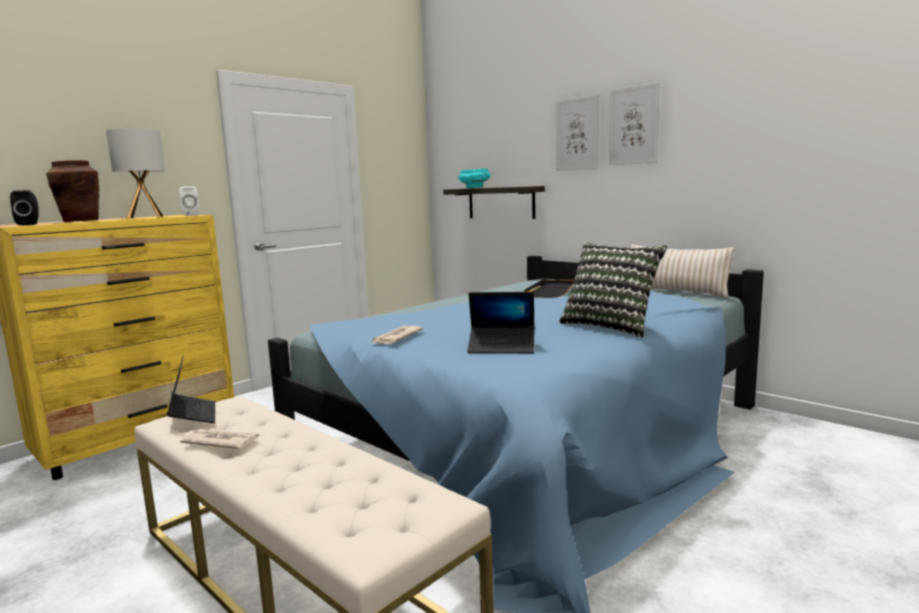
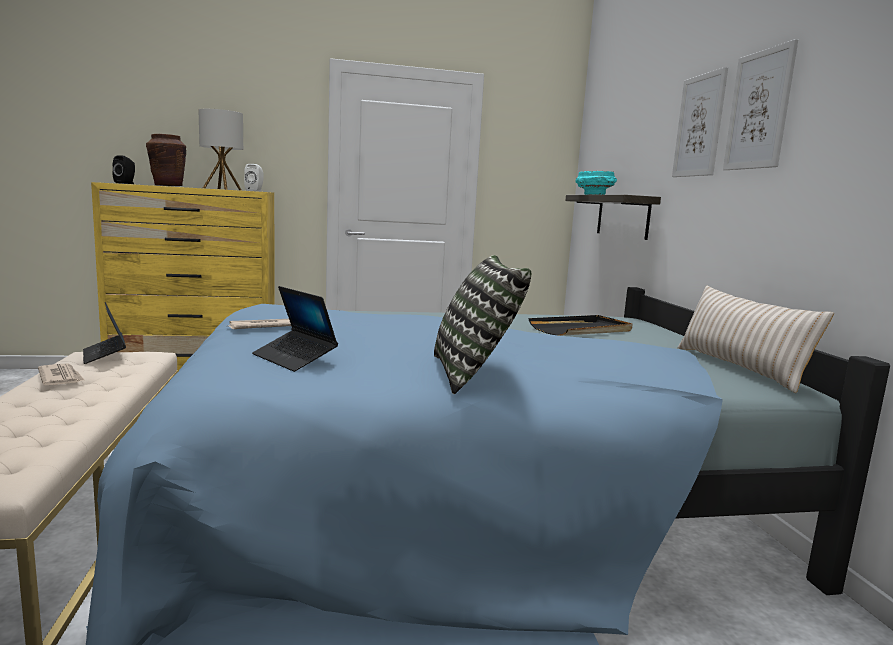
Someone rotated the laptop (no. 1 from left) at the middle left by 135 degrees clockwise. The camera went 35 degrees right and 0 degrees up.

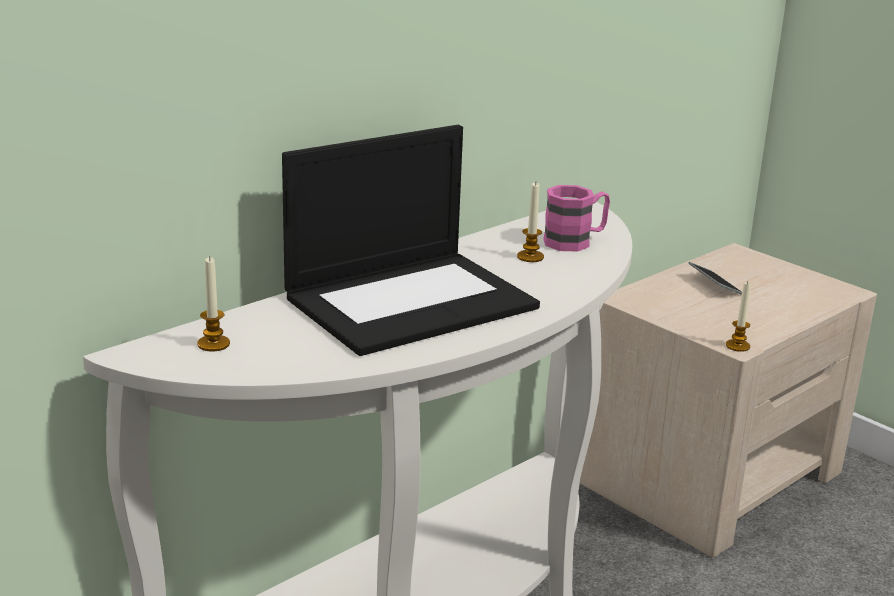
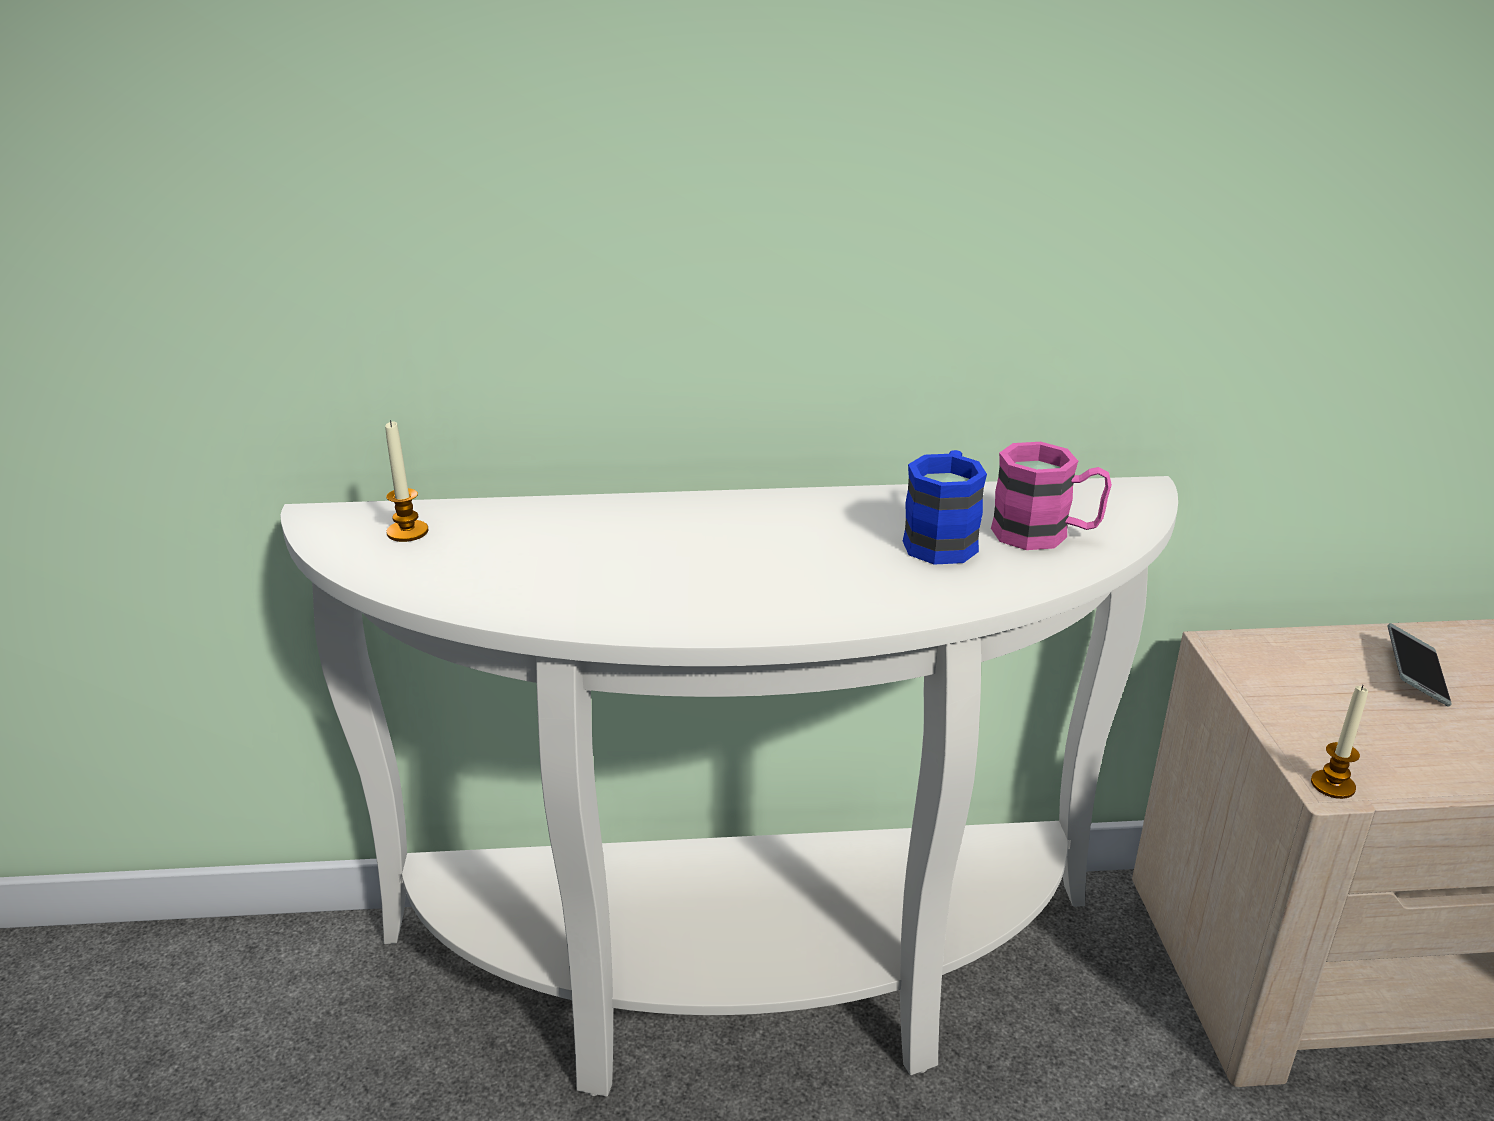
Someone took away the laptop at the centre. Someone swapped the candle (no. 2 from left) at the centre for the mug (blue) at the centre. The camera went 40 degrees right and 5 degrees up.

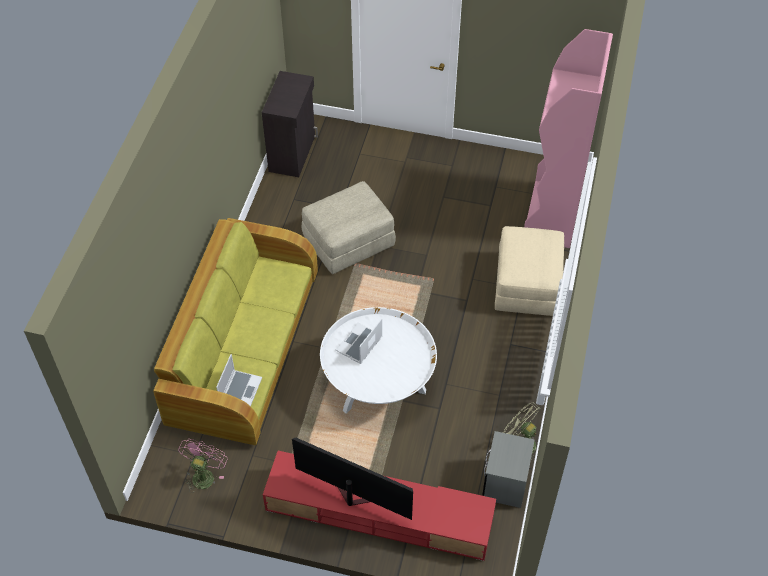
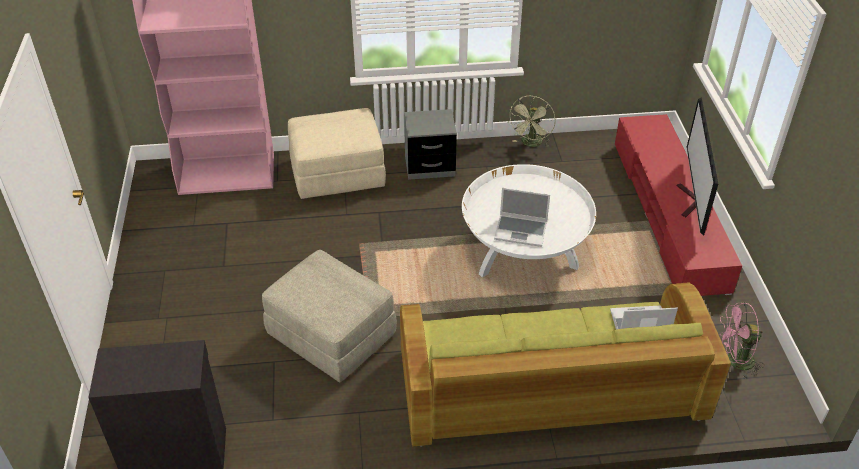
Someone carried the nightstand (grey) from the bottom centre to the top centre. The camera went 110 degrees left and 10 degrees down.

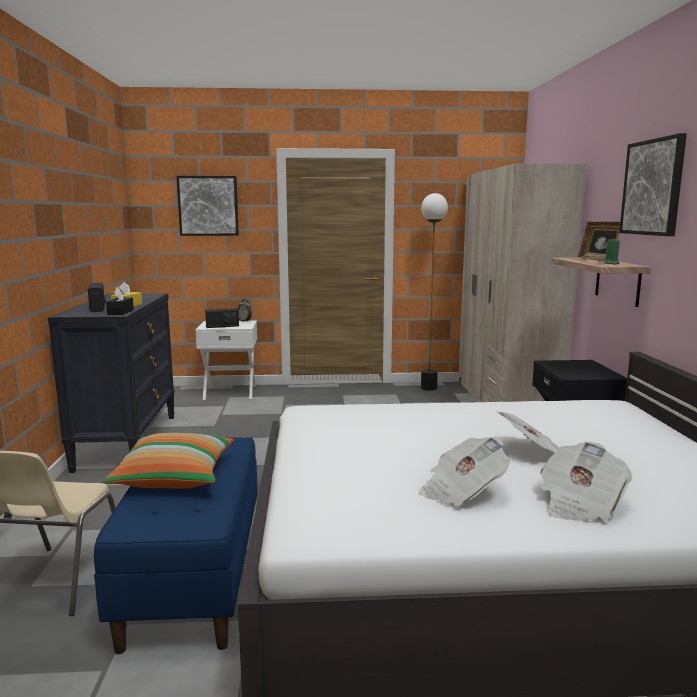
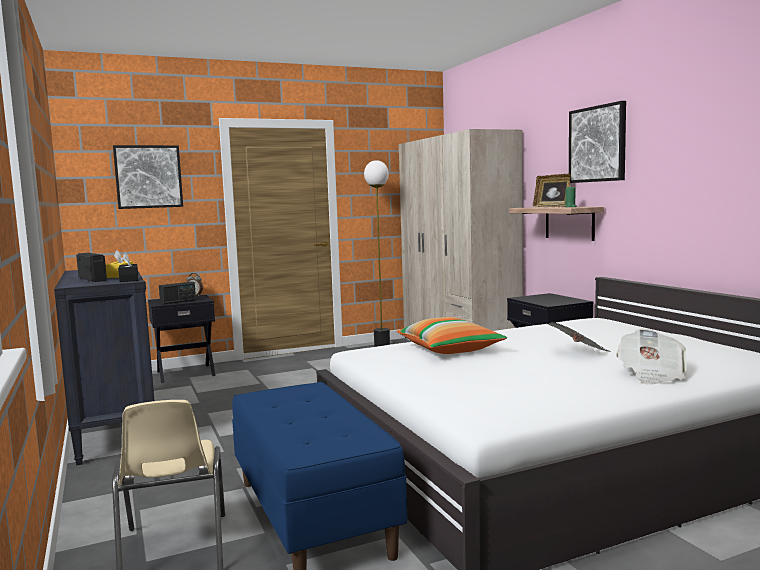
Someone took away the newspaper (no. 1 from left) at the bottom centre. Someone carried the pillow from the middle left to the centre. Someone repainted the nightstand (white) at the middle left, which became the nightstand (black) (no. 1 from left) at the middle left. The camera went 20 degrees left and 5 degrees down.

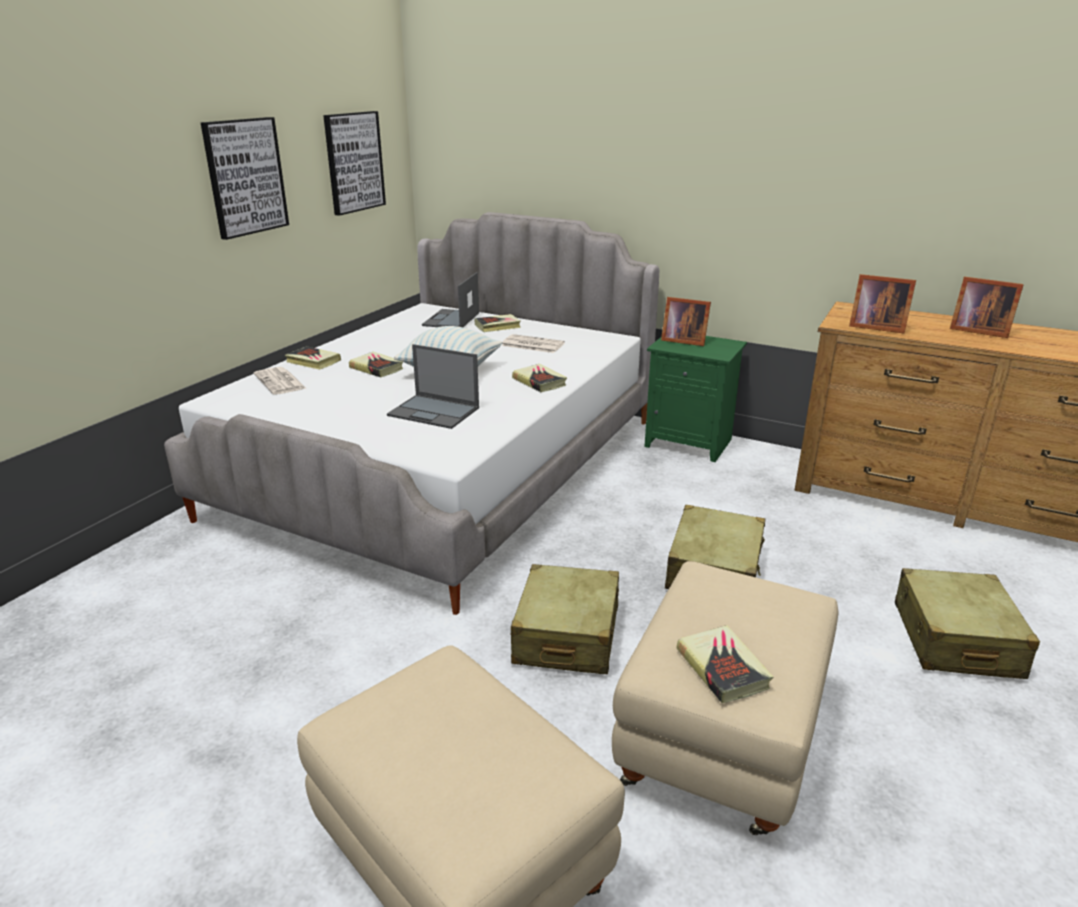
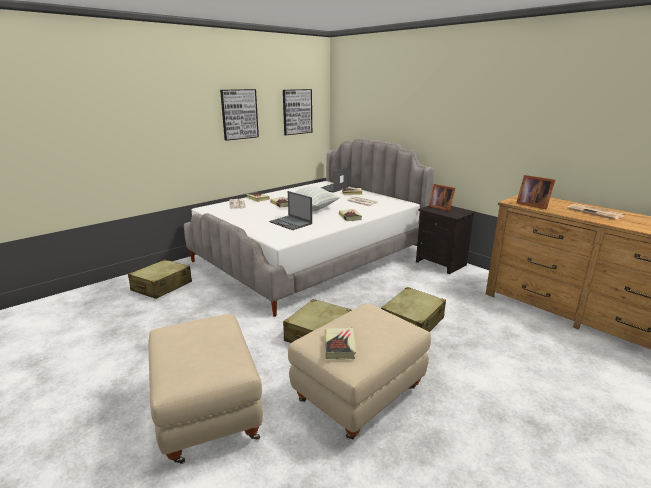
Someone carried the suitcase (beige) (no. 3 from left in the first image) from the bottom right to the middle left. Someone swapped the picture frame (no. 3 from left) at the middle right for the newspaper (no. 3 from left) at the middle right. Someone repainted the nightstand (green) at the centre, which became the nightstand (black) at the middle right. The camera went 20 degrees right and 5 degrees down.

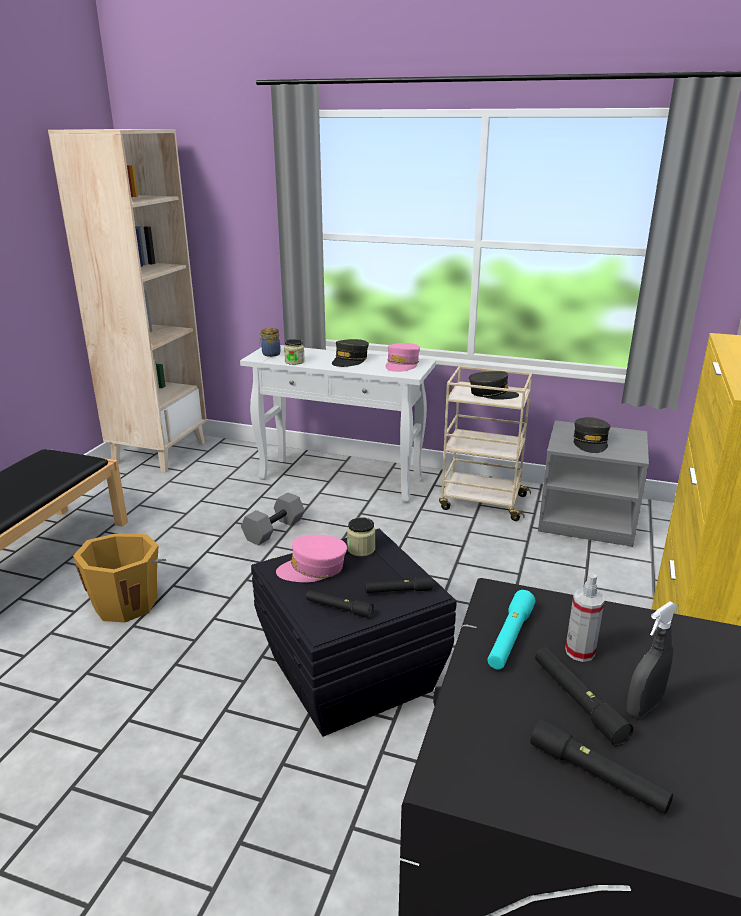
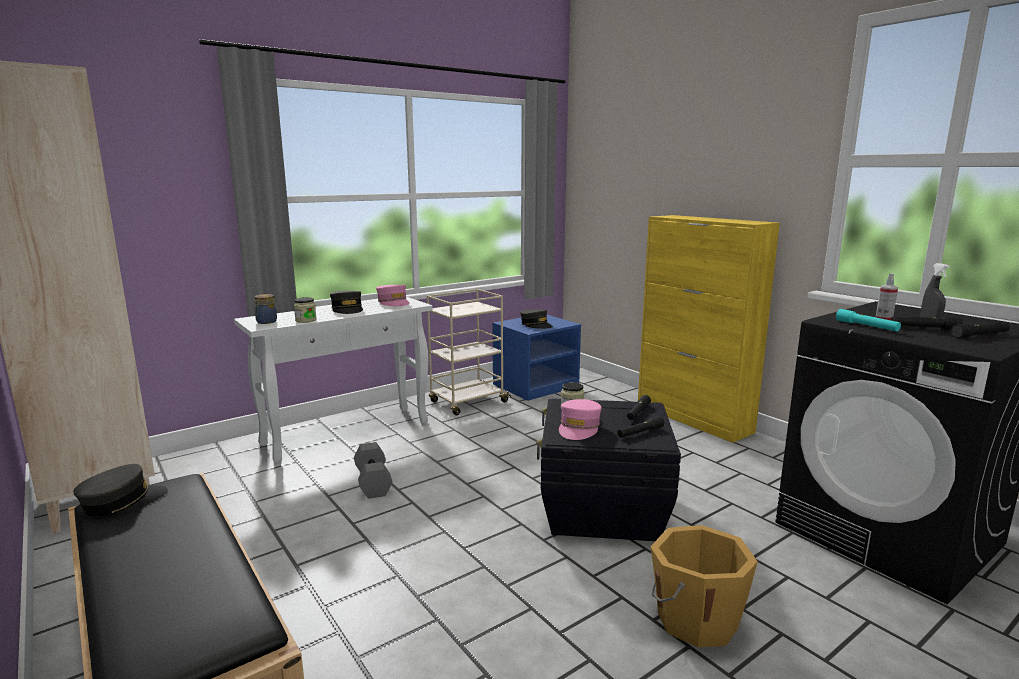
Someone carried the bucket (orange) from the middle left to the bottom right. Someone carried the cap (grey) (no. 2 from left in the first image) from the middle right to the bottom left. Someone repainted the nightstand (grey) at the middle right, which became the nightstand (blue) at the centre. The camera went 55 degrees left and 10 degrees down.

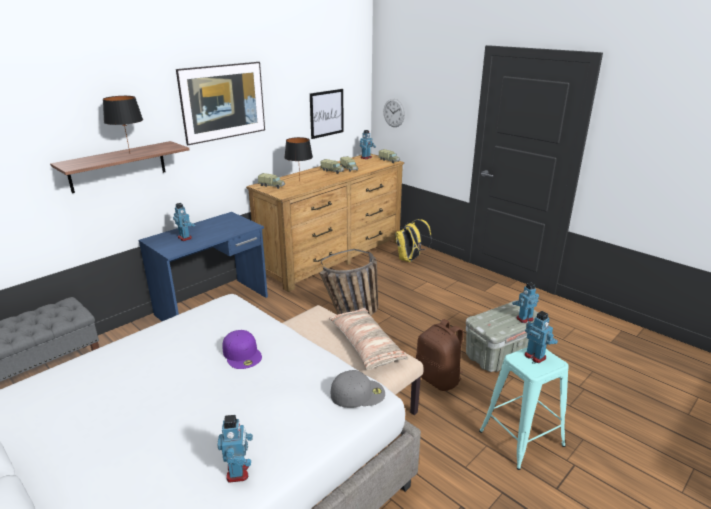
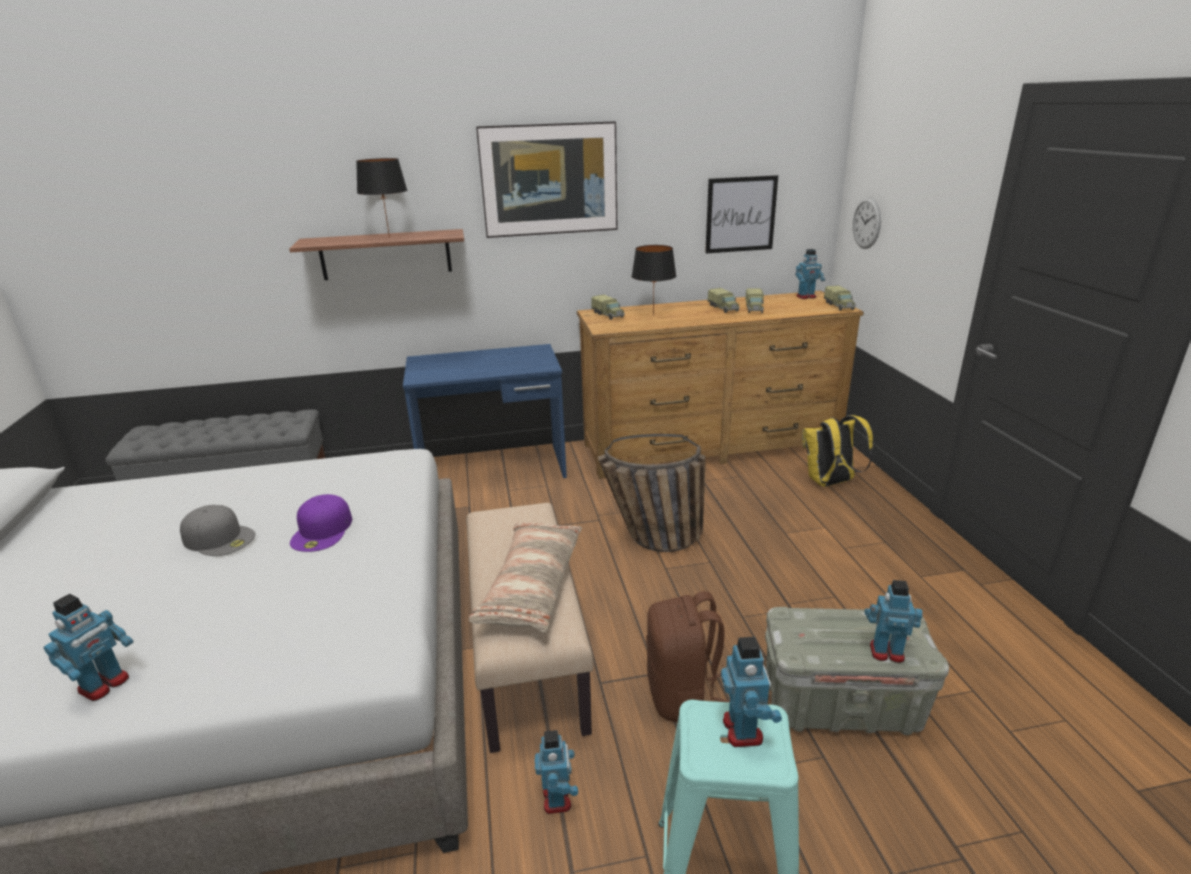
Someone carried the toy robot (no. 1 from left in the first image) from the middle left to the bottom centre. Someone carried the cap (grey) from the bottom centre to the middle left. The camera went 35 degrees right and 0 degrees up.

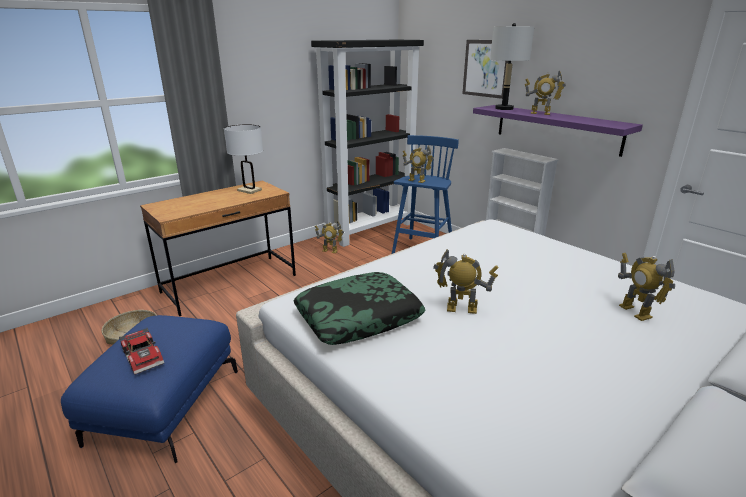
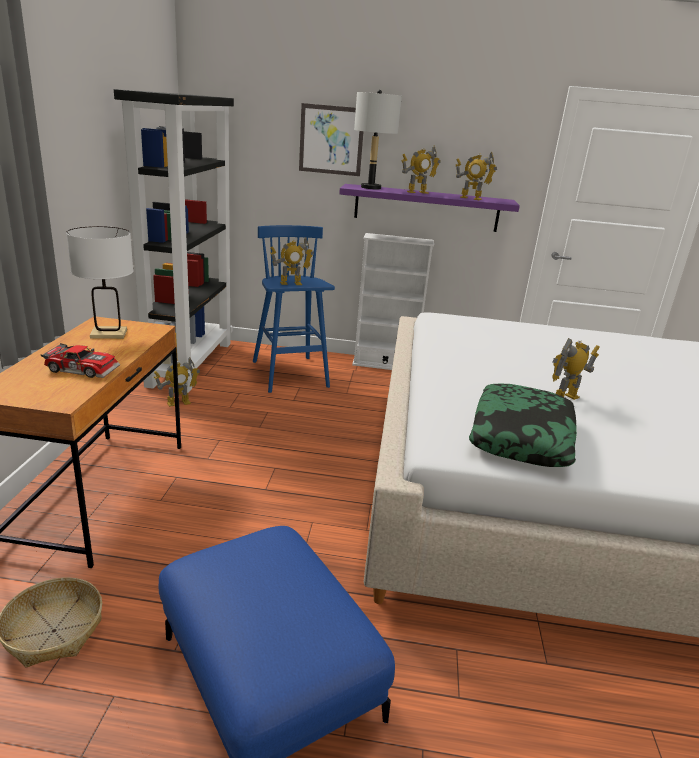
Someone carried the toy car from the bottom left to the middle left. Someone carried the toy robot (no. 5 from left in the first image) from the middle right to the top right. The camera went 45 degrees left and 0 degrees up.

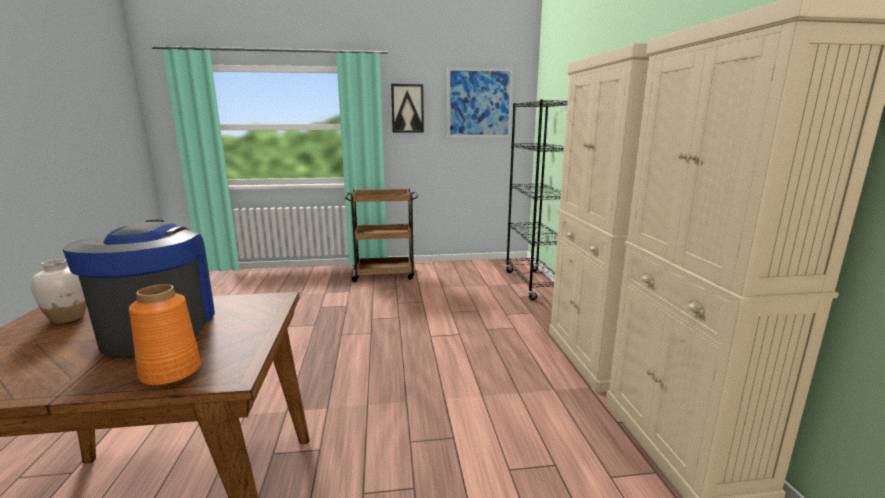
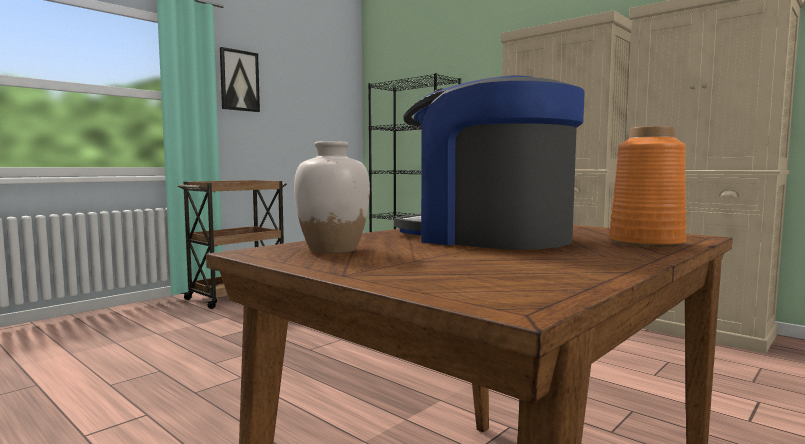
Someone took away the picture (no. 2 from left) at the top centre. The camera went 40 degrees left and 10 degrees down.

